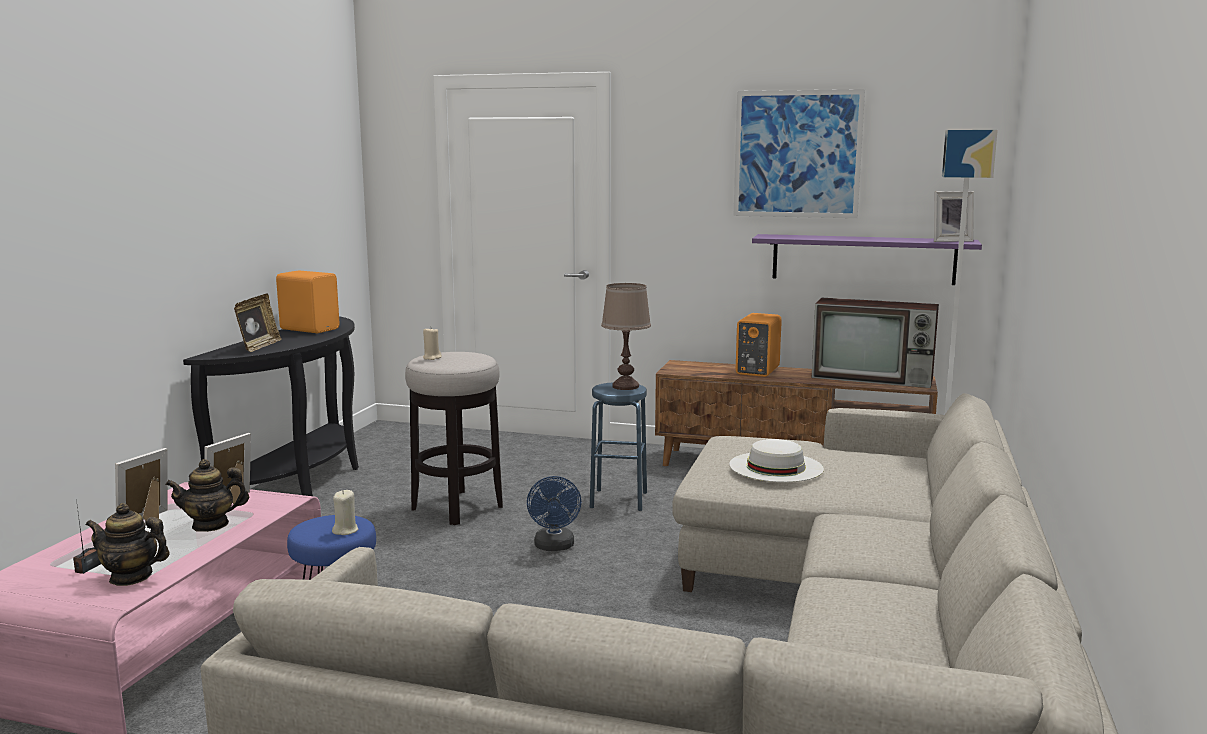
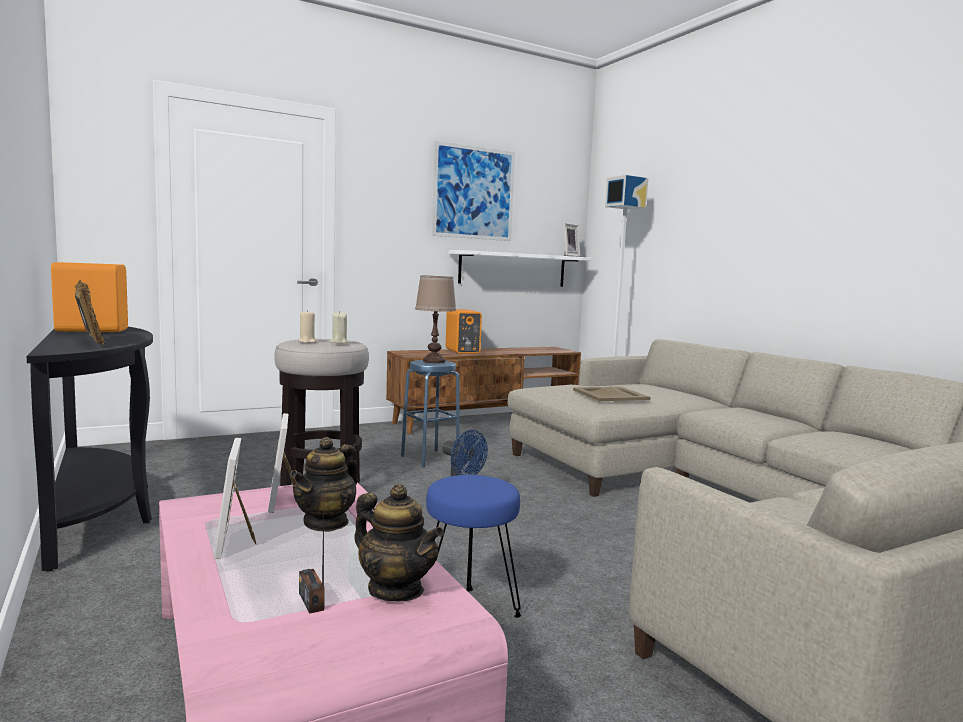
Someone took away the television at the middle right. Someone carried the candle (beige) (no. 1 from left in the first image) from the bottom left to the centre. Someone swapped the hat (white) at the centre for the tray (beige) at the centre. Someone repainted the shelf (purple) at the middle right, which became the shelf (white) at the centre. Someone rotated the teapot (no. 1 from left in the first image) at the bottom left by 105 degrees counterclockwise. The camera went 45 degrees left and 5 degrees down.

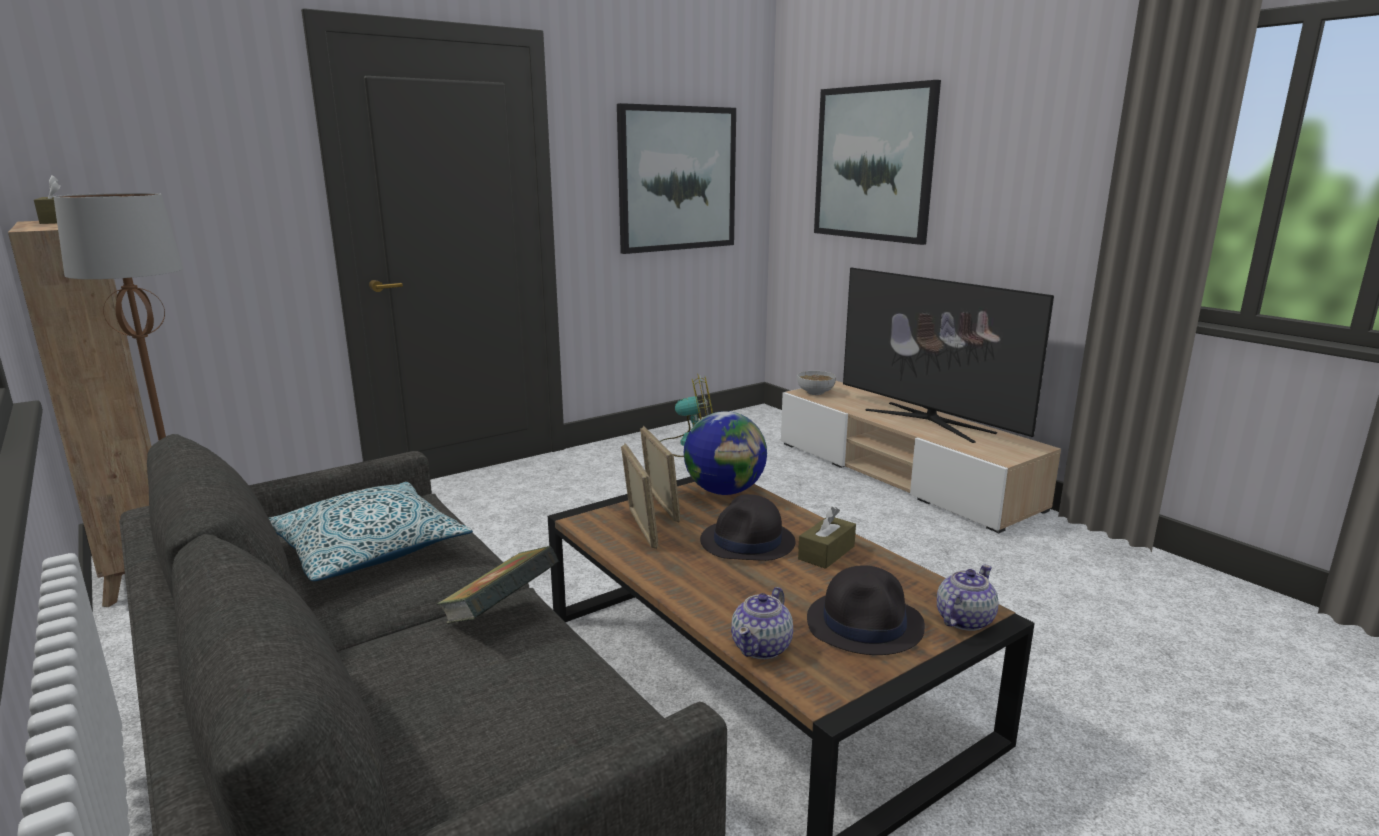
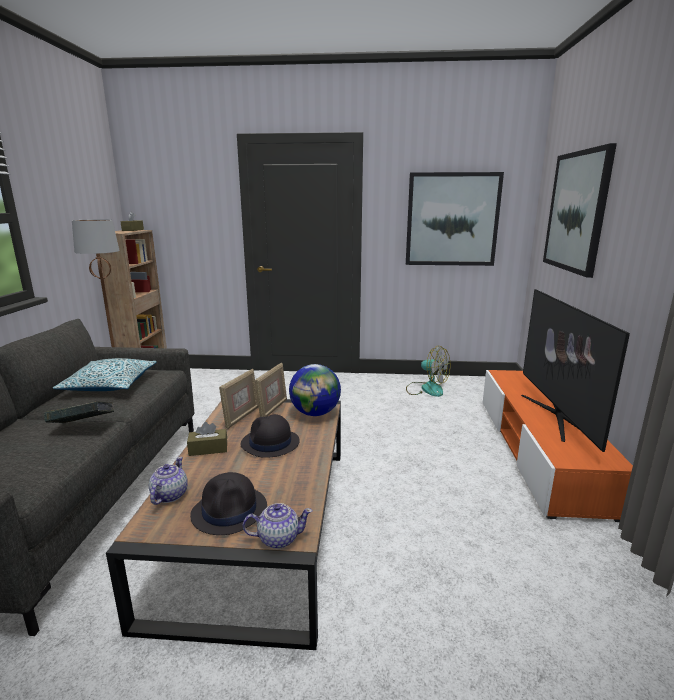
Someone took away the bowl at the centre. Someone carried the tissue box (brown) (no. 2 from left) from the centre to the middle left. Someone repainted the tv stand (beige) at the middle right, which became the tv stand (orange) at the middle right. Someone rotated the teapot (no. 1 from left) at the bottom centre by 120 degrees clockwise. The camera went 40 degrees right and 0 degrees up.

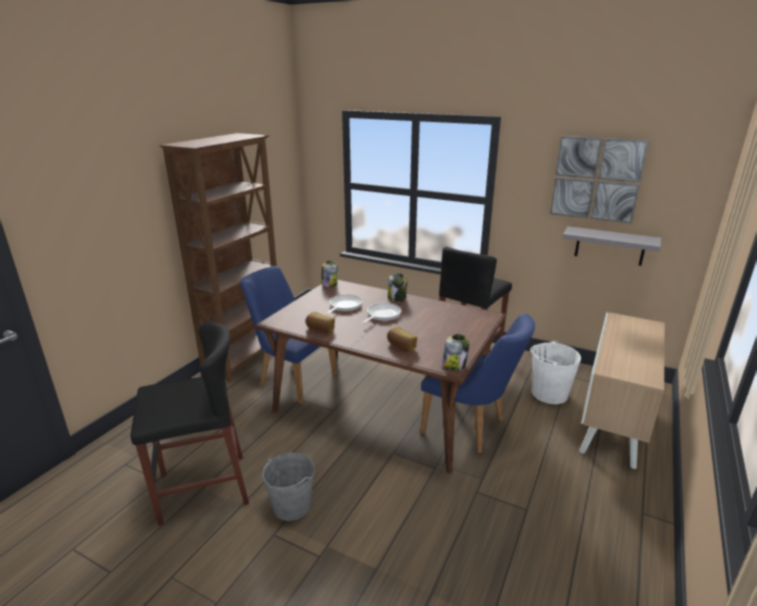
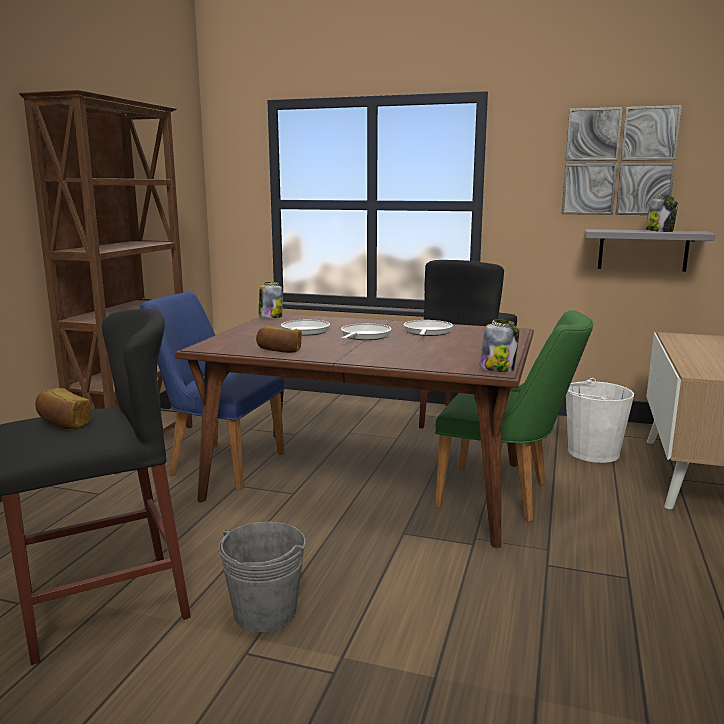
Someone put down the frying pan (no. 3 from left) at the centre. Someone carried the bread (no. 2 from left in the first image) from the centre to the middle left. Someone carried the jar (no. 2 from left in the first image) from the centre to the top right. Someone repainted the chair (blue) (no. 2 from left) at the centre, which became the chair (green) at the middle right. The camera went 10 degrees left and 10 degrees down.

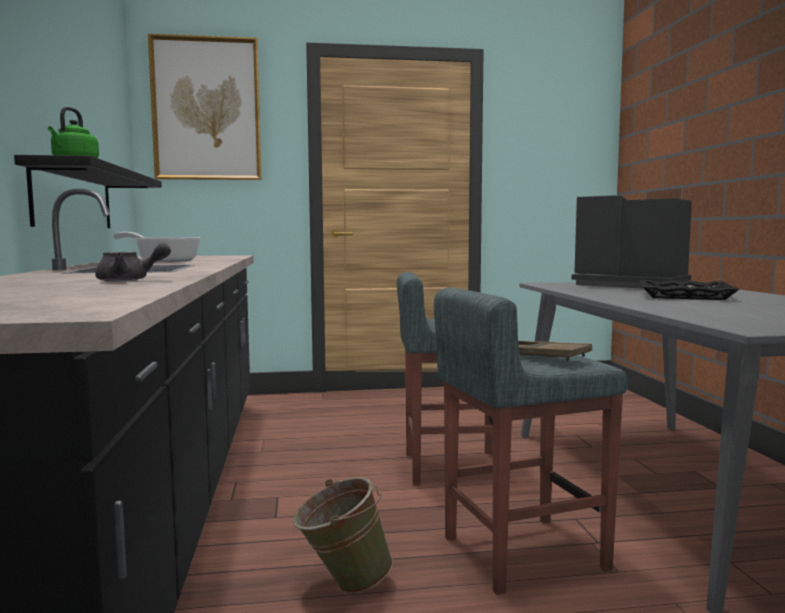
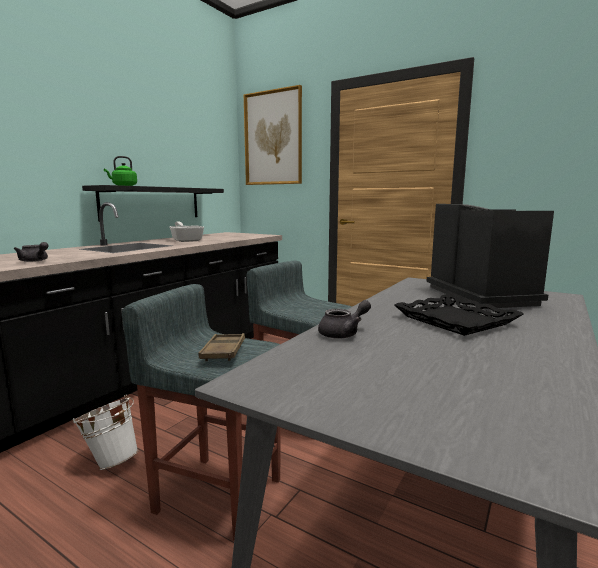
Someone put down the teapot (grey) (no. 2 from left) at the centre. Someone repainted the bucket (green) at the bottom centre, which became the bucket (white) at the bottom left. The camera went 40 degrees right and 5 degrees up.

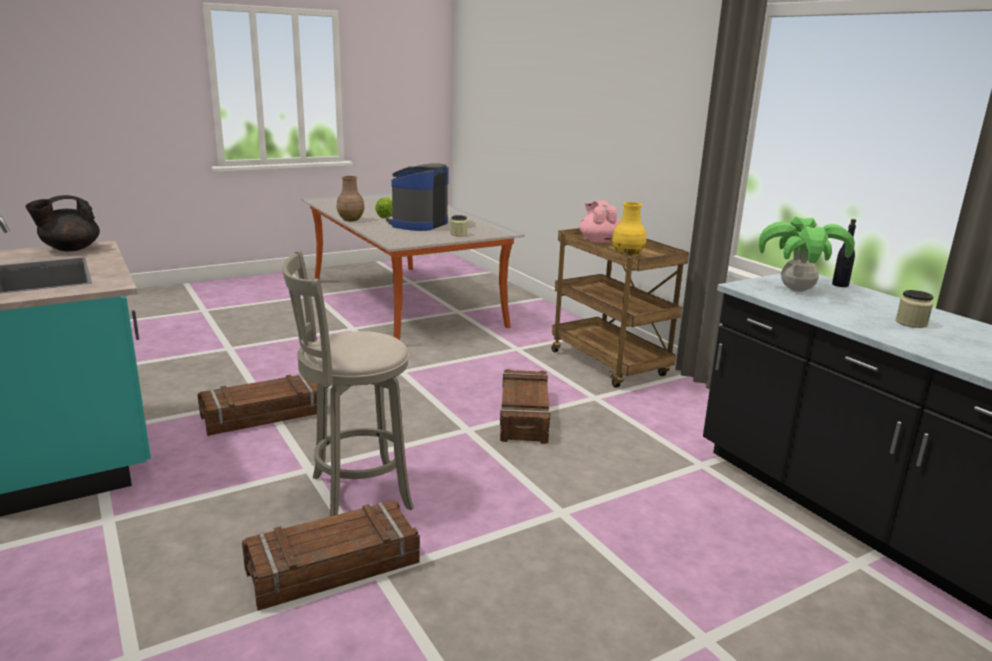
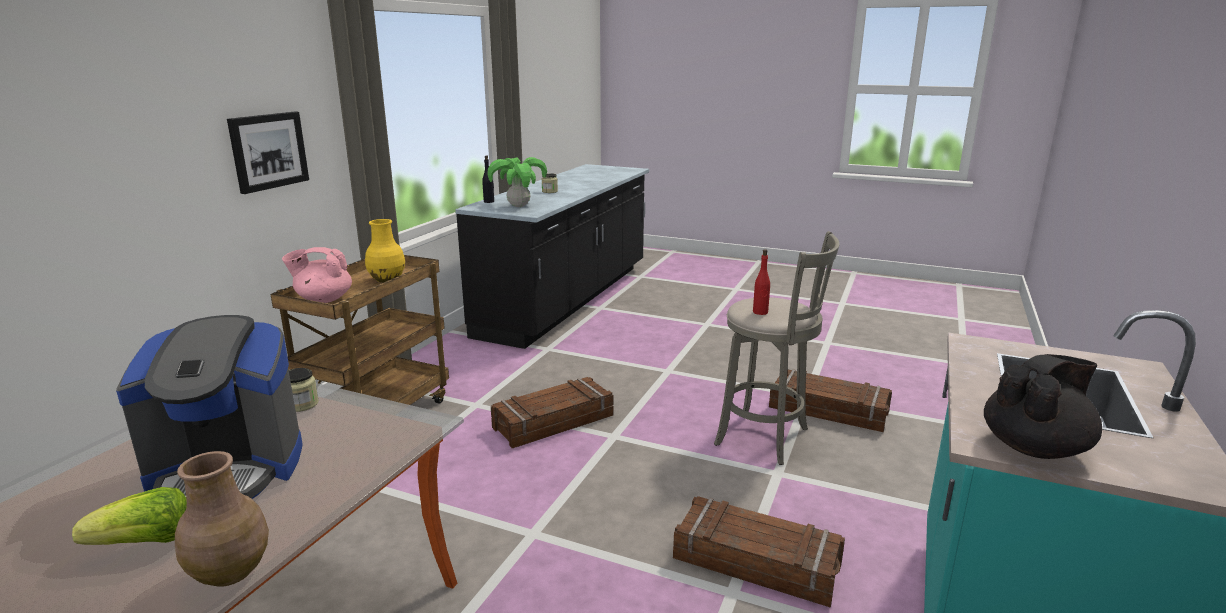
Someone put up the picture at the top left. Someone put down the bottle (red) at the centre. Someone rotated the teapot (black) at the middle left by 45 degrees counterclockwise. Someone rotated the teapot (pink) at the centre by 45 degrees clockwise. The camera went 125 degrees left and 0 degrees up.

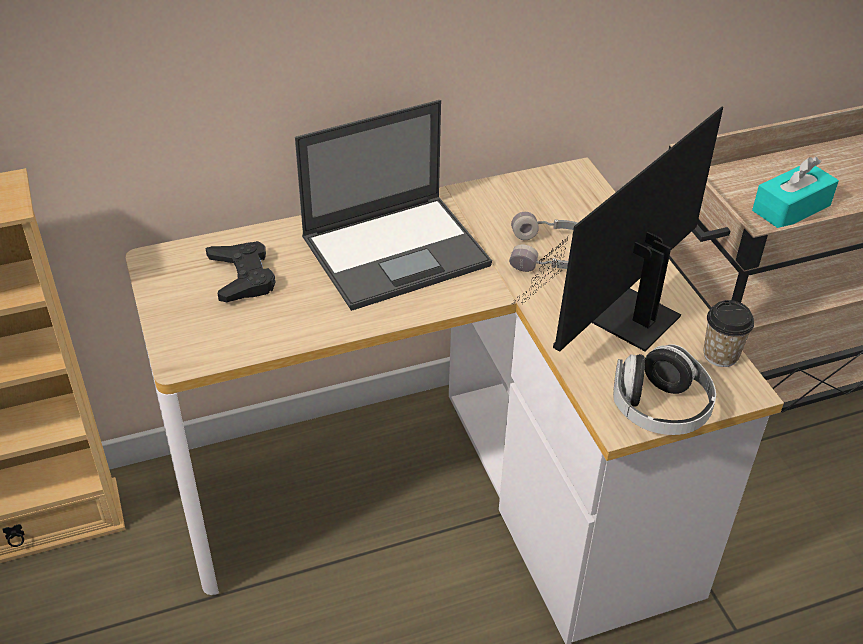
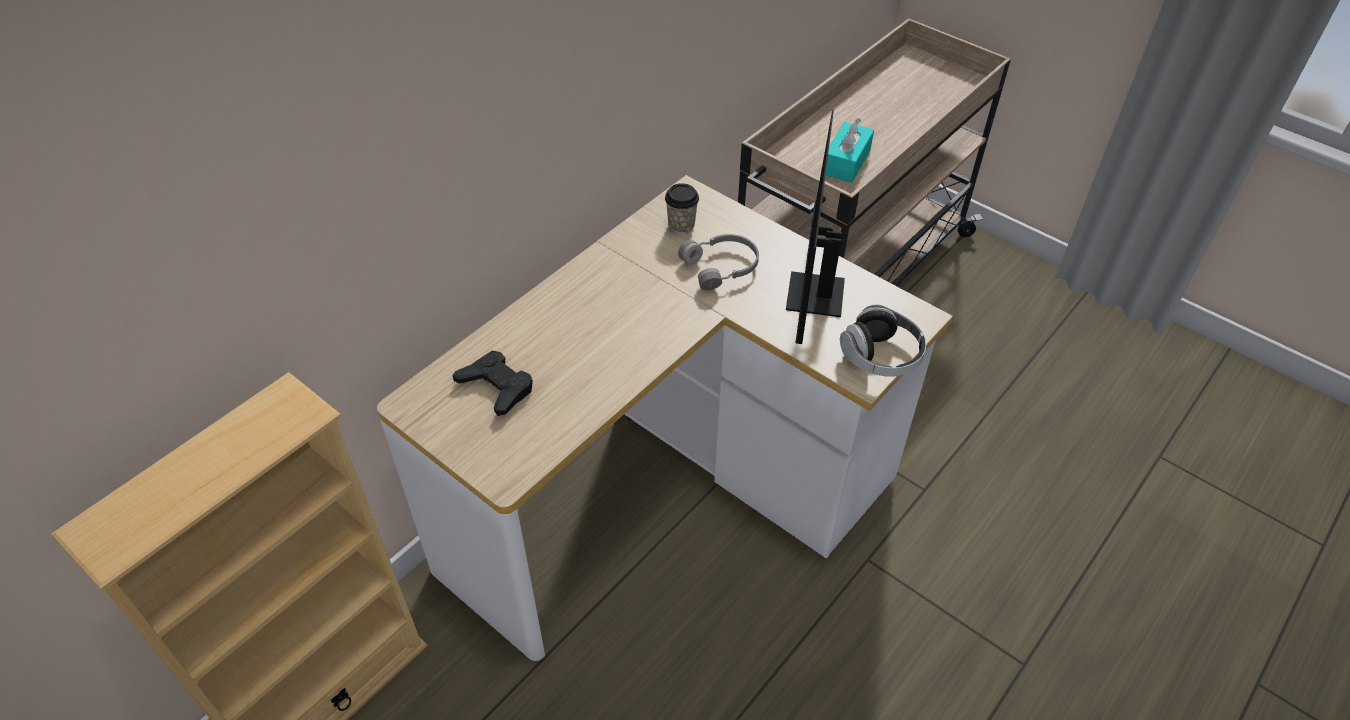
Someone took away the laptop at the top centre. Someone carried the cup from the middle right to the top centre. The camera went 30 degrees left and 5 degrees up.

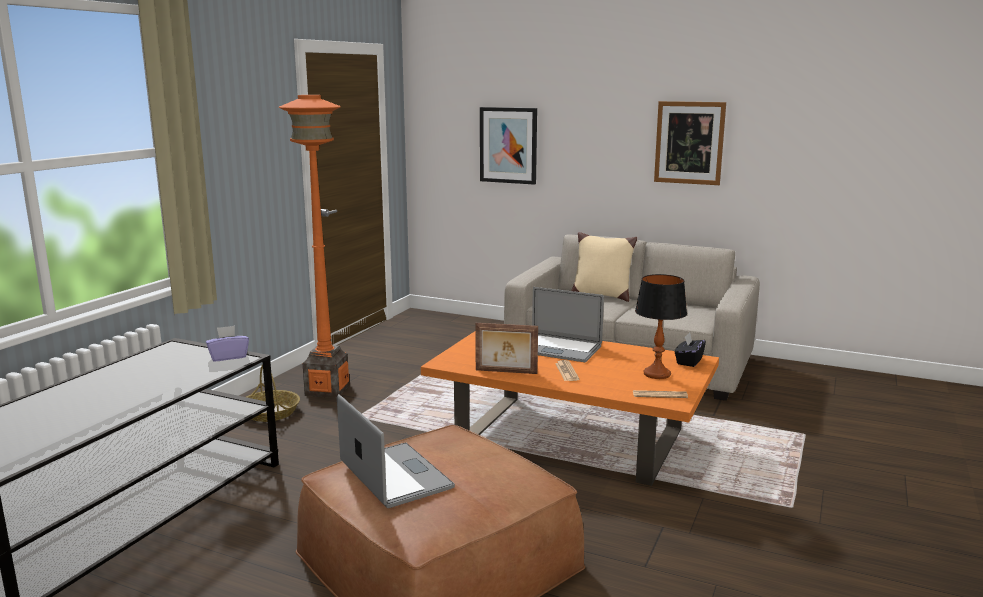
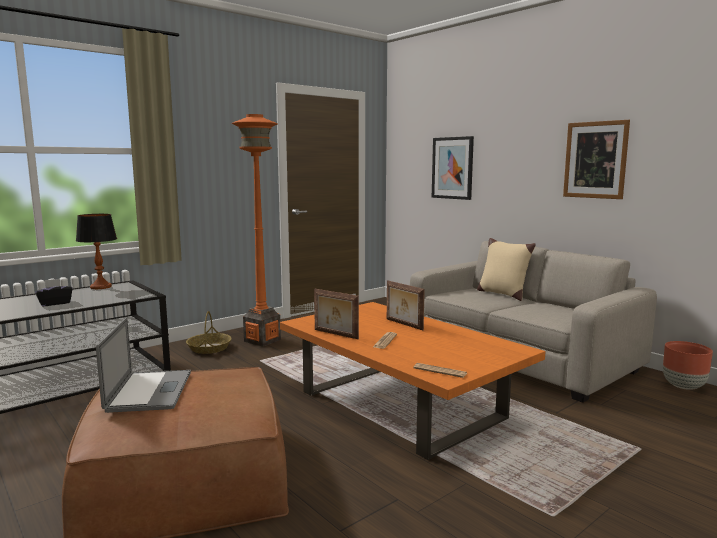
Someone took away the tissue box (purple) at the middle left. Someone put down the planter (brown) at the bottom right. Someone carried the table lamp from the middle right to the middle left. Someone carried the tissue box (black) from the middle right to the middle left. Someone swapped the laptop (no. 2 from left) at the centre for the picture frame (no. 2 from left) at the centre. The camera went 25 degrees right and 5 degrees down.

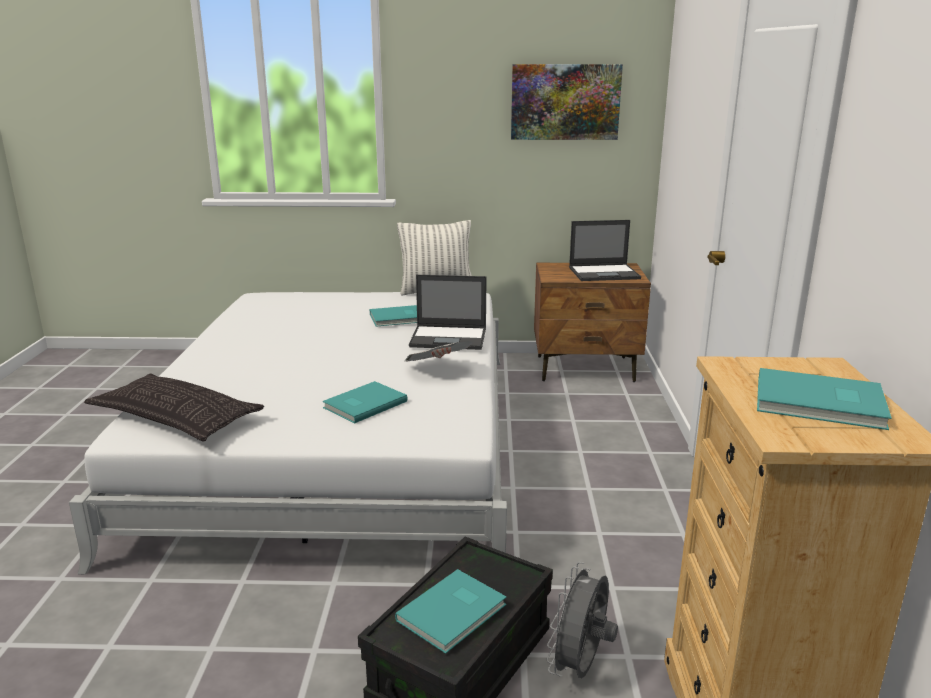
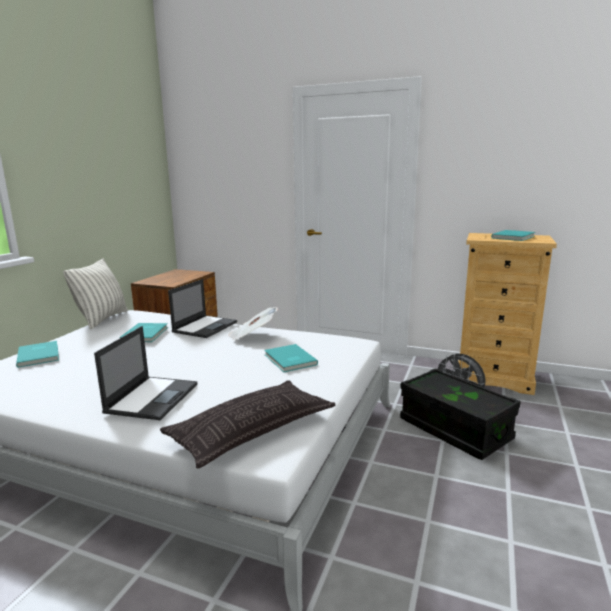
Someone took away the picture at the top centre. Someone carried the book (turquoise) (no. 3 from left in the first image) from the bottom centre to the middle left. Someone carried the laptop (no. 2 from left in the first image) from the centre to the middle left. The camera went 70 degrees left and 5 degrees down.

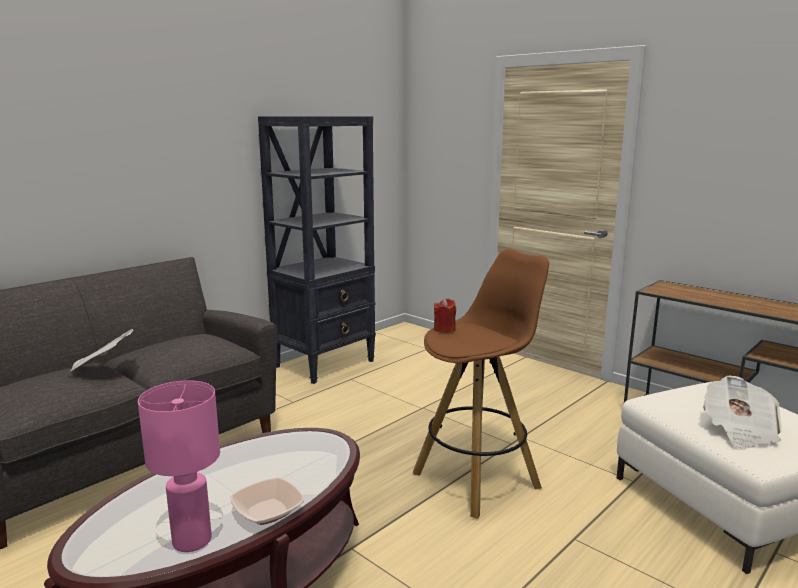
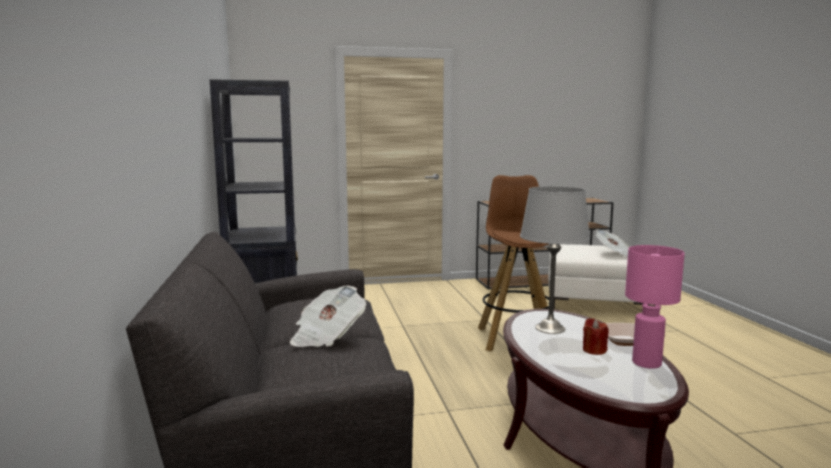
Someone put down the table lamp (grey) at the middle right. Someone carried the candle (red) from the centre to the bottom right. The camera went 55 degrees left and 5 degrees down.

